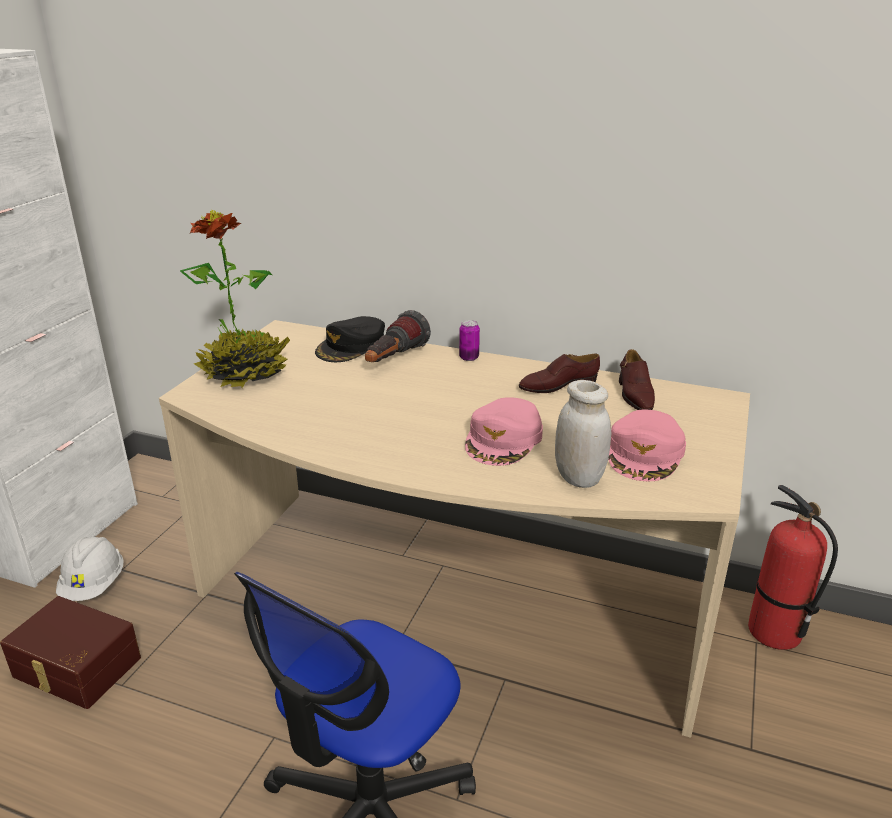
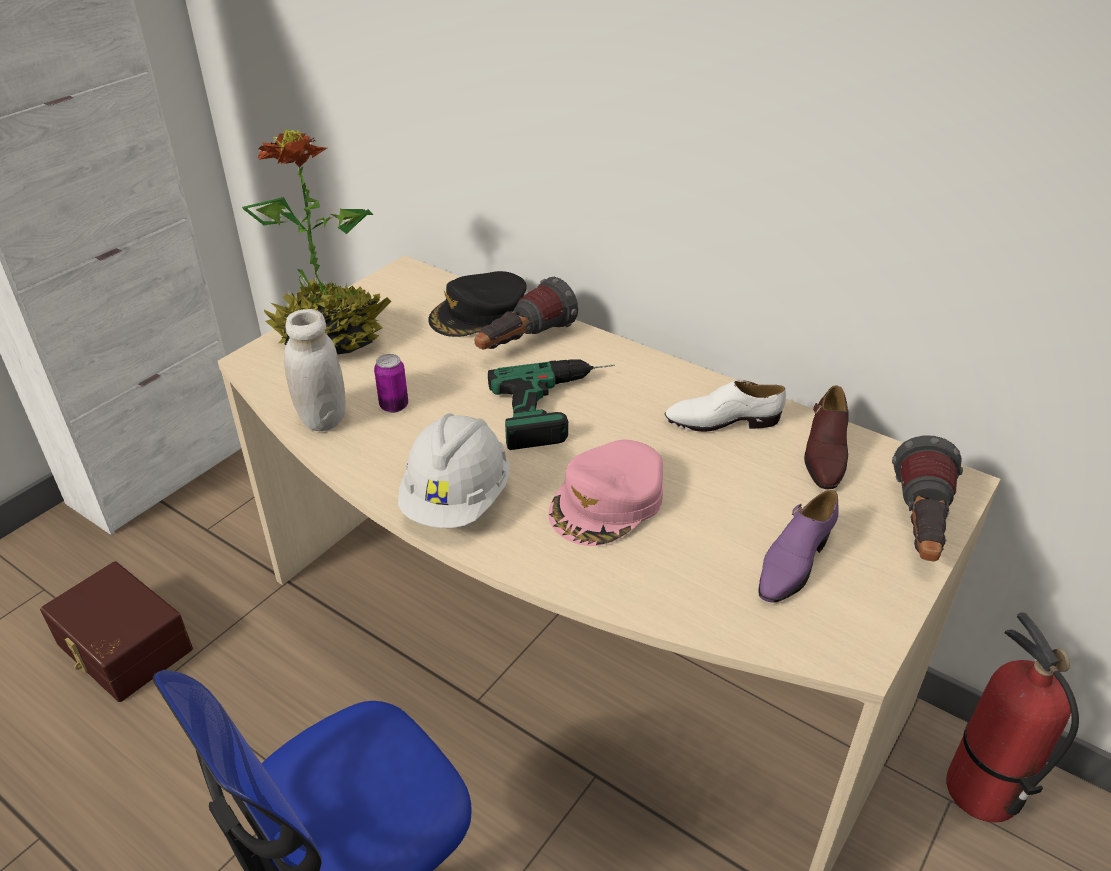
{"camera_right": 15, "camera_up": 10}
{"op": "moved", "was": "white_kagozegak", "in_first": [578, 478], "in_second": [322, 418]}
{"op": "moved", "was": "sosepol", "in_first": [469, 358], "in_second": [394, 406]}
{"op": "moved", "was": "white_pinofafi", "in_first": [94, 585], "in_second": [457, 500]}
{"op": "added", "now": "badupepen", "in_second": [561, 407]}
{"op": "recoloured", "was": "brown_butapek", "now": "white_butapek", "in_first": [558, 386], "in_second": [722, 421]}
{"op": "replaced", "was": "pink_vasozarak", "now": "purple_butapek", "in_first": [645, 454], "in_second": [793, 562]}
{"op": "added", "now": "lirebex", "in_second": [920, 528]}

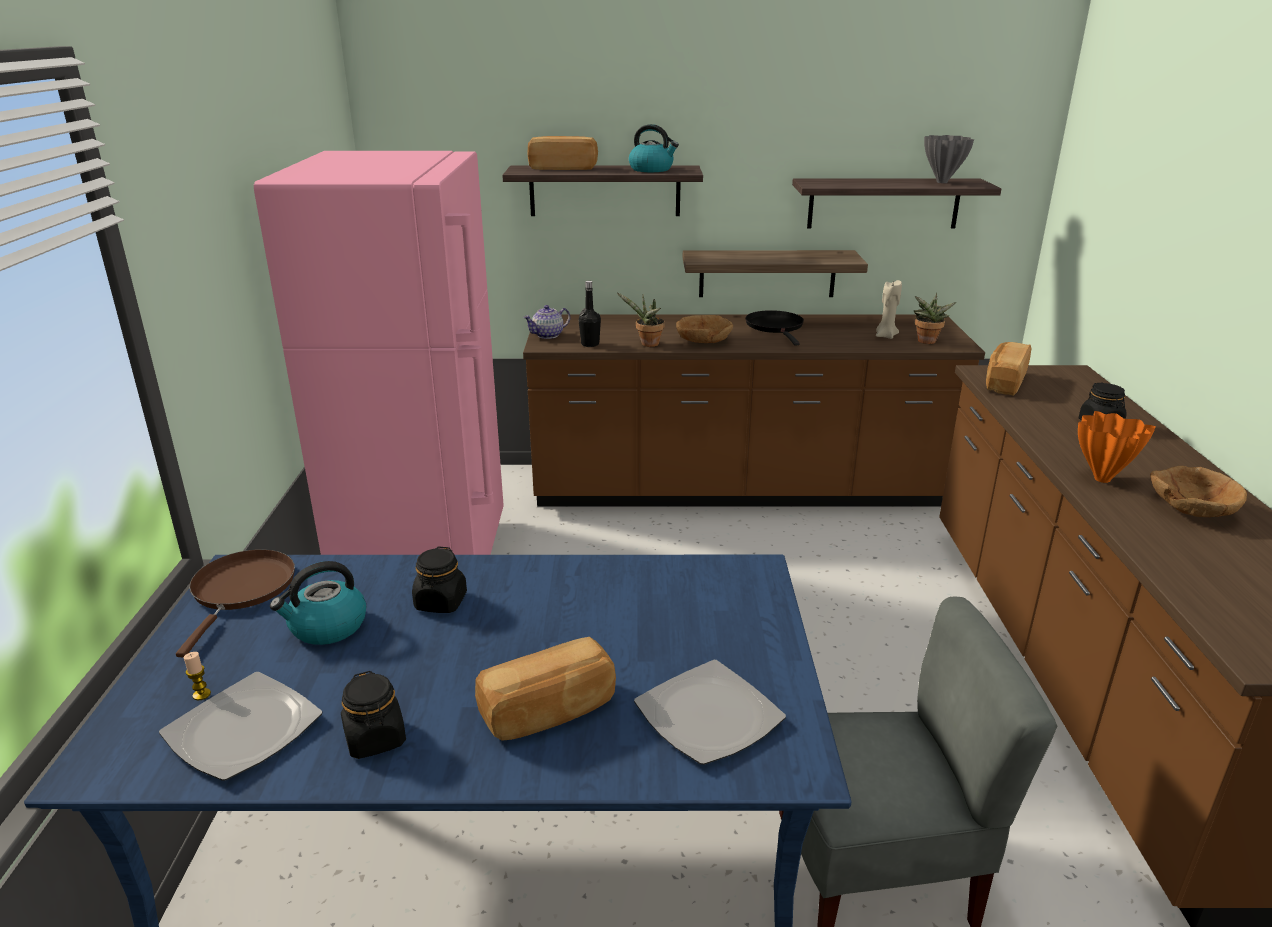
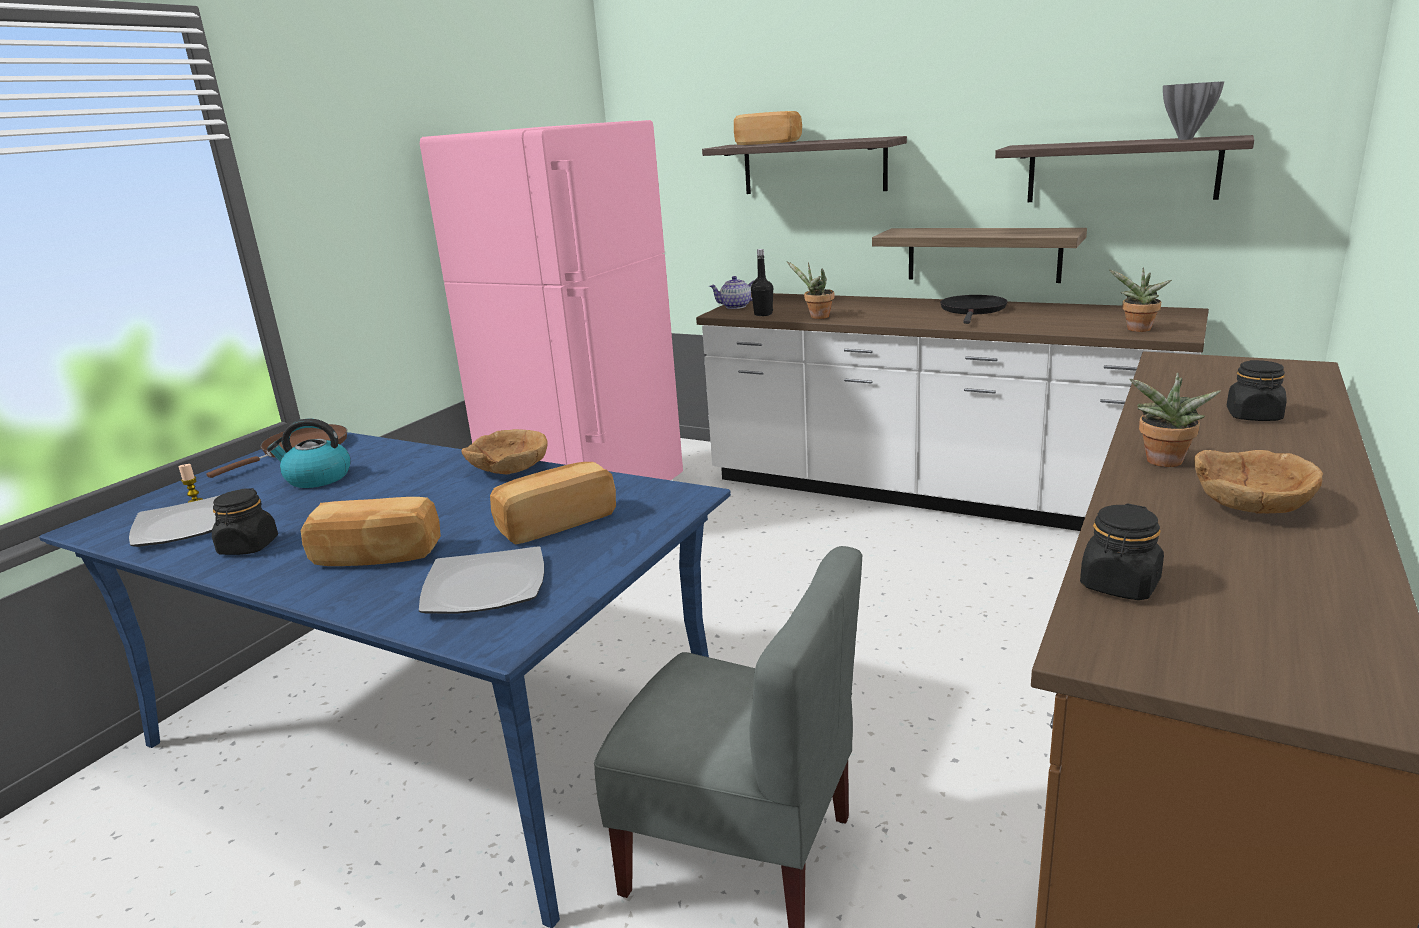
{"camera_right": 30, "camera_up": -5}
{"op": "moved", "was": "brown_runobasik", "in_first": [703, 341], "in_second": [508, 469]}
{"op": "moved", "was": "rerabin", "in_first": [1003, 382], "in_second": [556, 522]}
{"op": "recoloured", "was": "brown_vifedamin", "now": "white_vifedamin", "in_first": [738, 491], "in_second": [931, 494]}
{"op": "moved", "was": "black_kagozegak", "in_first": [441, 602], "in_second": [1119, 585]}
{"op": "replaced", "was": "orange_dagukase", "now": "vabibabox", "in_first": [1100, 479], "in_second": [1163, 463]}
{"op": "removed", "was": "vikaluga", "in_first": [652, 169]}
{"op": "removed", "was": "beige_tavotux", "in_first": [885, 336]}

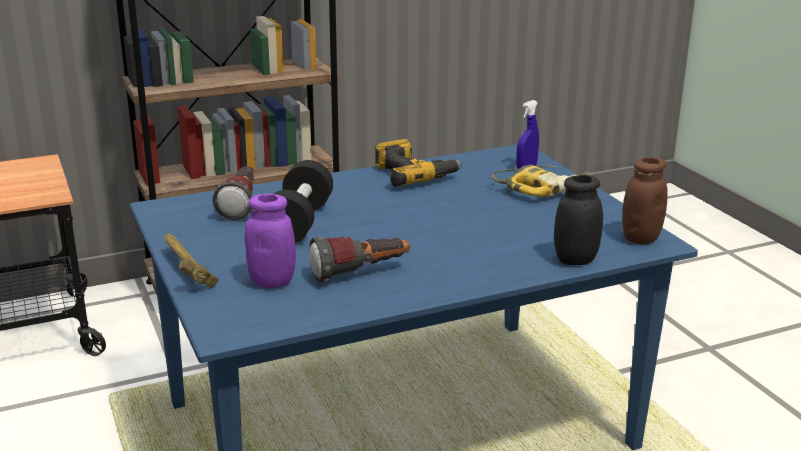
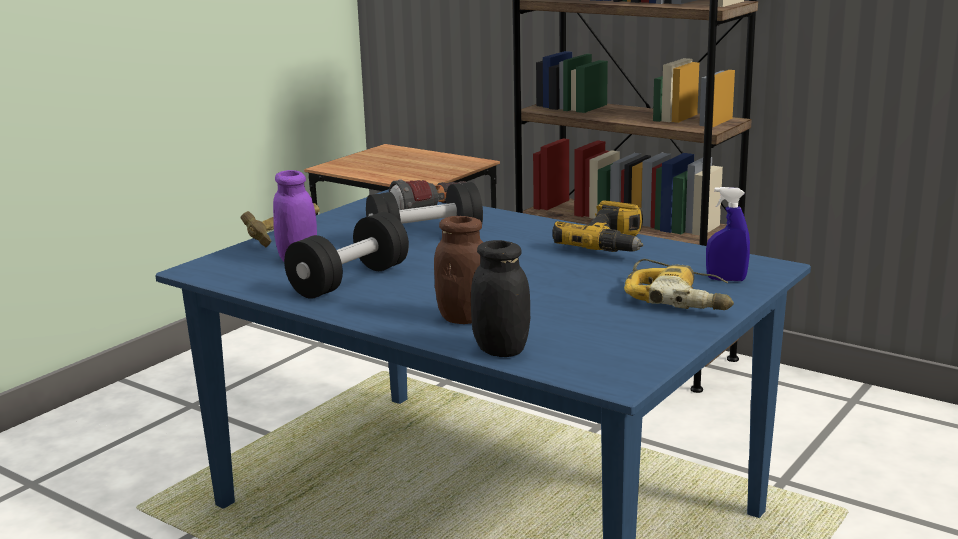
{"camera_right": 60, "camera_up": -5}
{"op": "replaced", "was": "lirebex", "now": "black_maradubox", "in_first": [360, 274], "in_second": [349, 280]}
{"op": "moved", "was": "brown_kagozegak", "in_first": [640, 238], "in_second": [463, 318]}

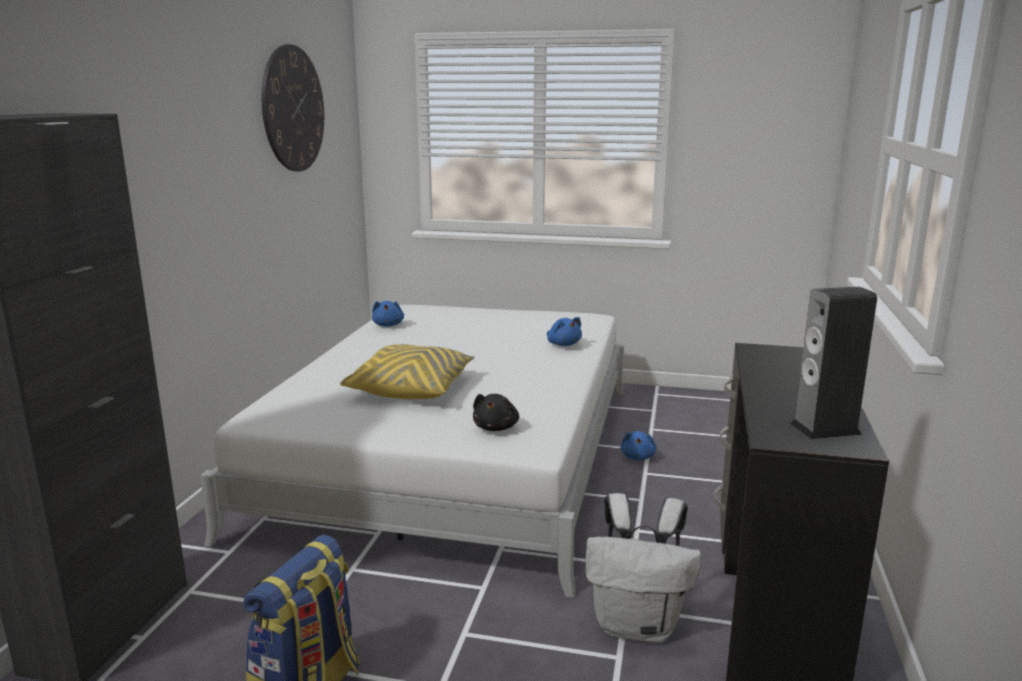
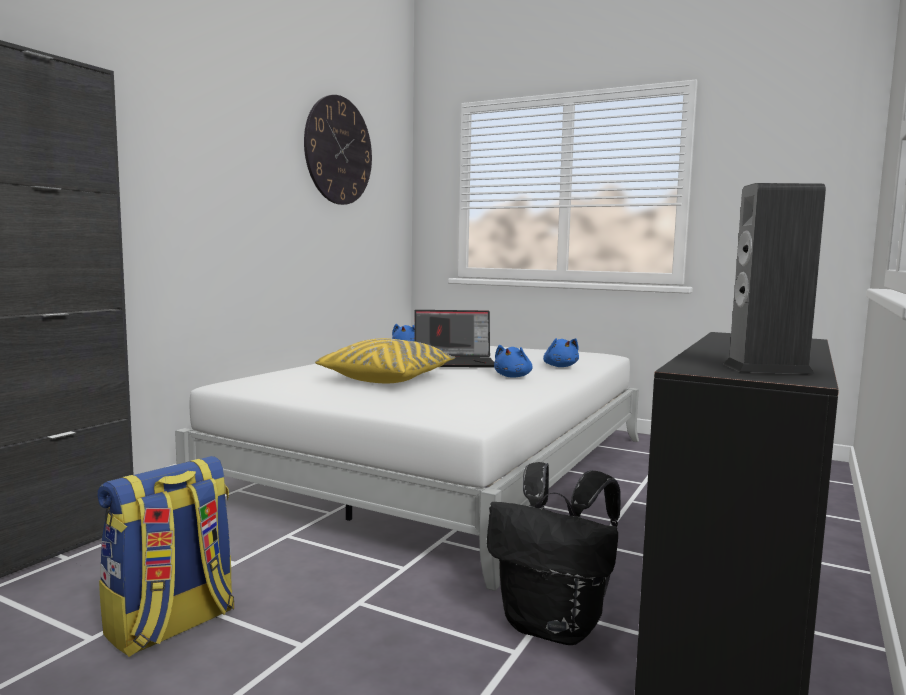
{"camera_right": 15, "camera_up": -10}
{"op": "added", "now": "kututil", "in_second": [455, 362]}
{"op": "recoloured", "was": "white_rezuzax", "now": "black_rezuzax", "in_first": [637, 626], "in_second": [554, 626]}
{"op": "moved", "was": "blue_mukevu", "in_first": [638, 457], "in_second": [513, 377]}
{"op": "removed", "was": "black_mukevu", "in_first": [496, 427]}

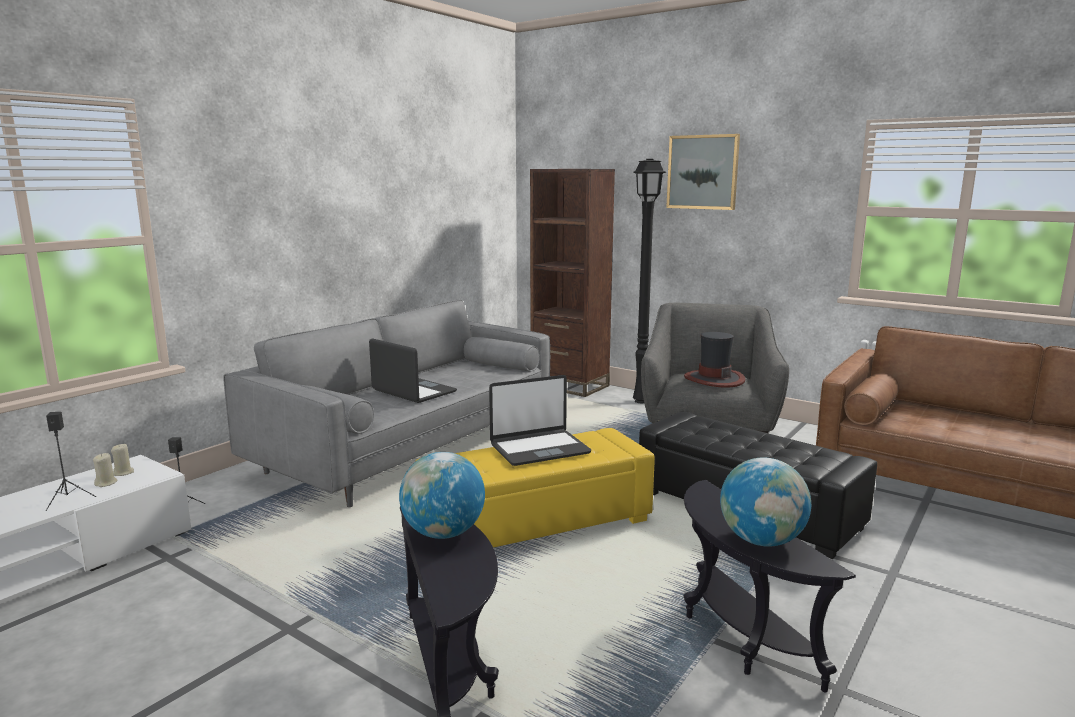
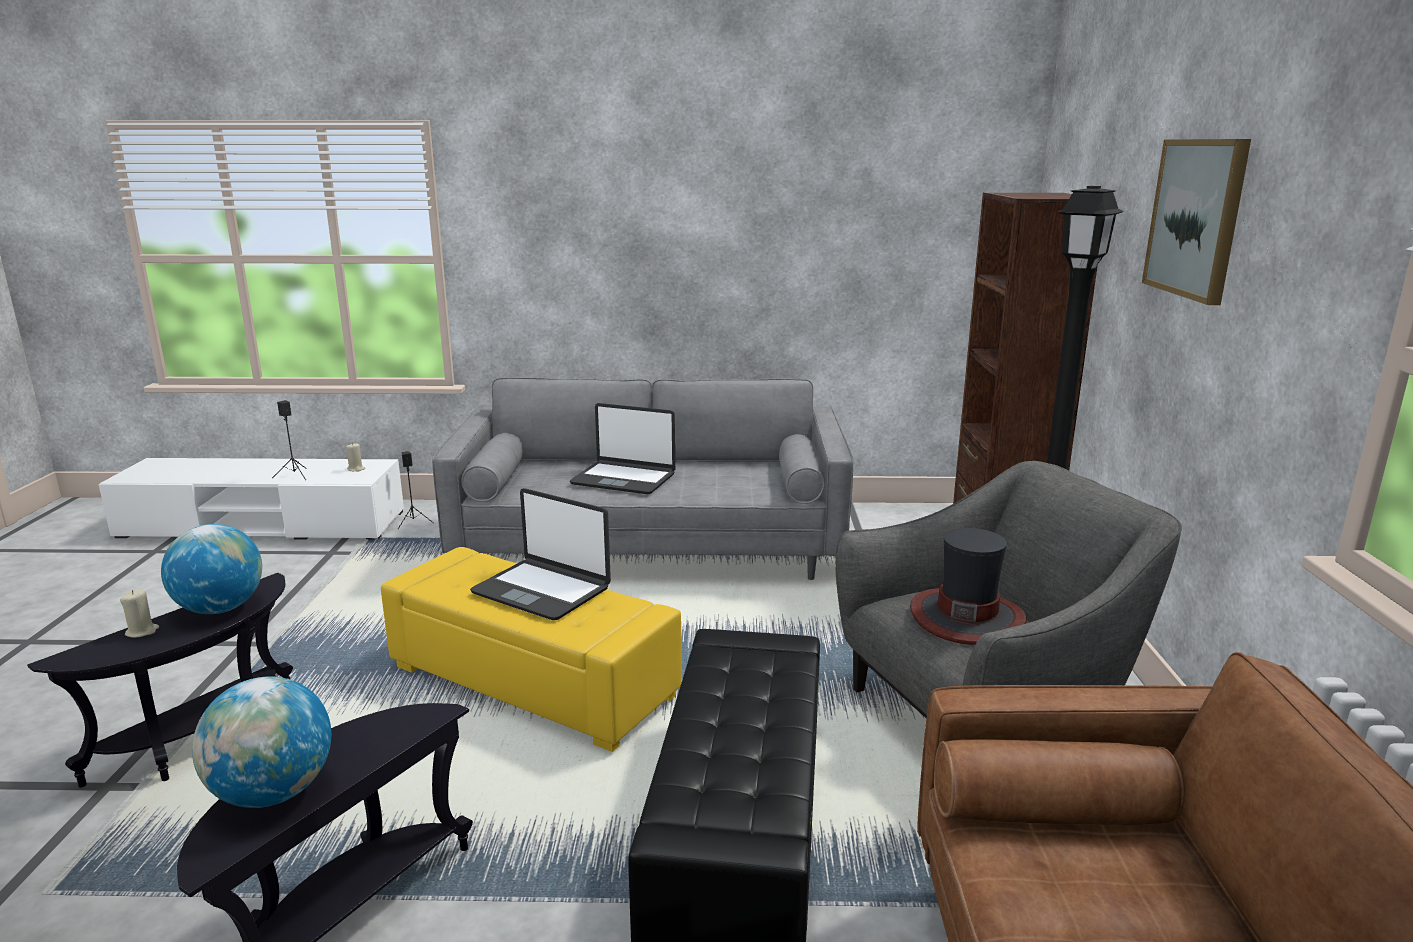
{"camera_right": 55, "camera_up": 5}
{"op": "moved", "was": "beige_tavotux", "in_first": [106, 483], "in_second": [142, 631]}
{"op": "turned", "was": "kututil", "in_first": [413, 392], "in_second": [624, 479], "clockwise": 105}

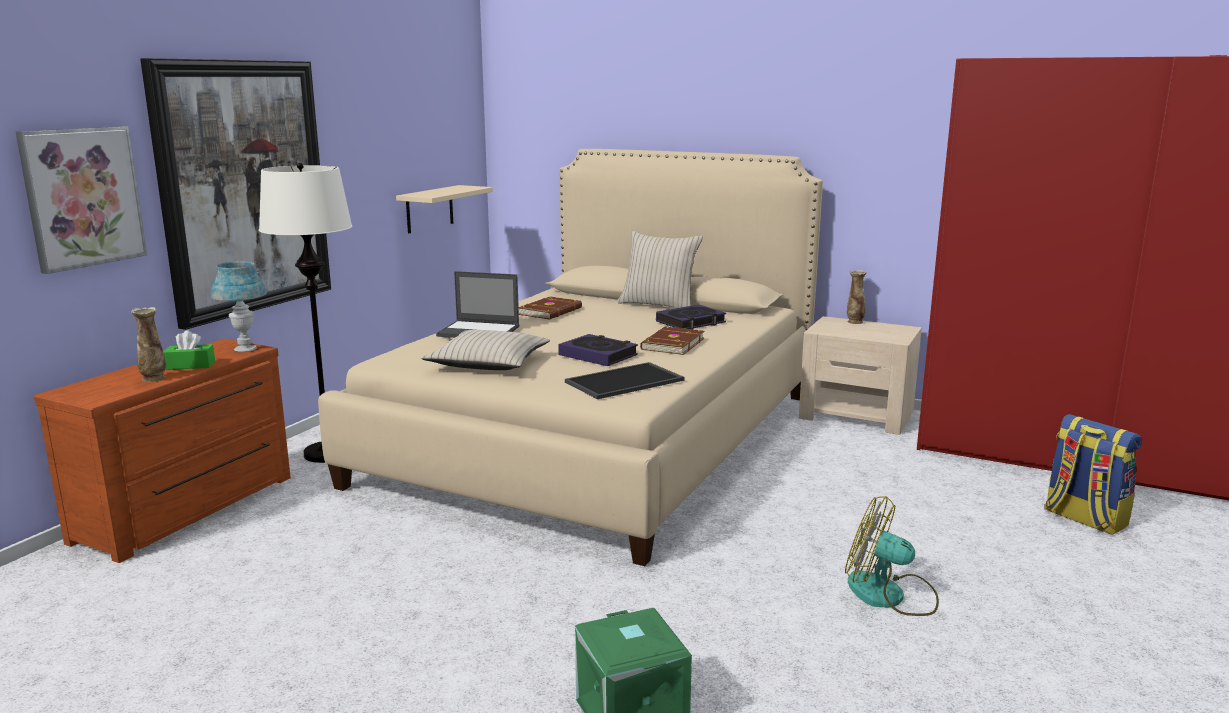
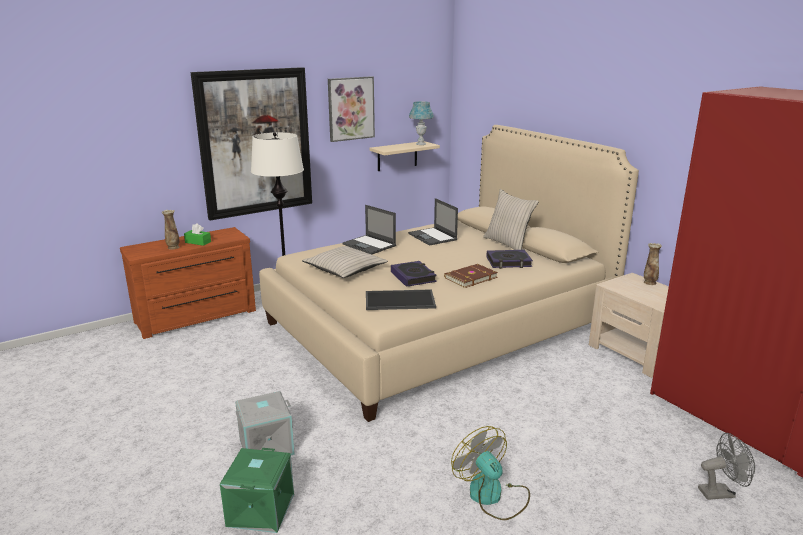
{"camera_right": 30, "camera_up": 5}
{"op": "added", "now": "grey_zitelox", "in_second": [266, 446]}
{"op": "moved", "was": "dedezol", "in_first": [82, 197], "in_second": [351, 108]}
{"op": "replaced", "was": "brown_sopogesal", "now": "kututil", "in_first": [551, 311], "in_second": [433, 237]}
{"op": "moved", "was": "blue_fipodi", "in_first": [245, 349], "in_second": [420, 144]}
{"op": "replaced", "was": "rezuzax", "now": "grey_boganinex", "in_first": [1083, 519], "in_second": [721, 492]}

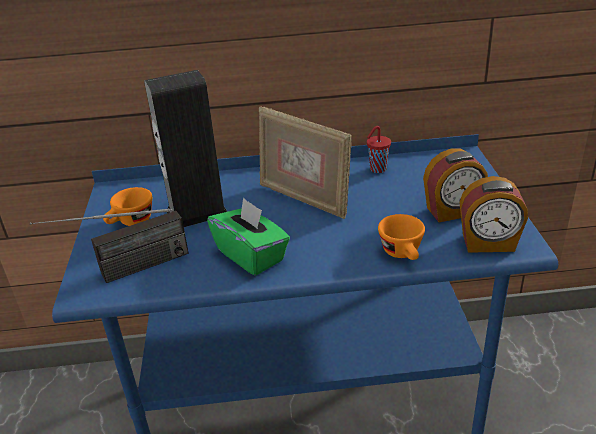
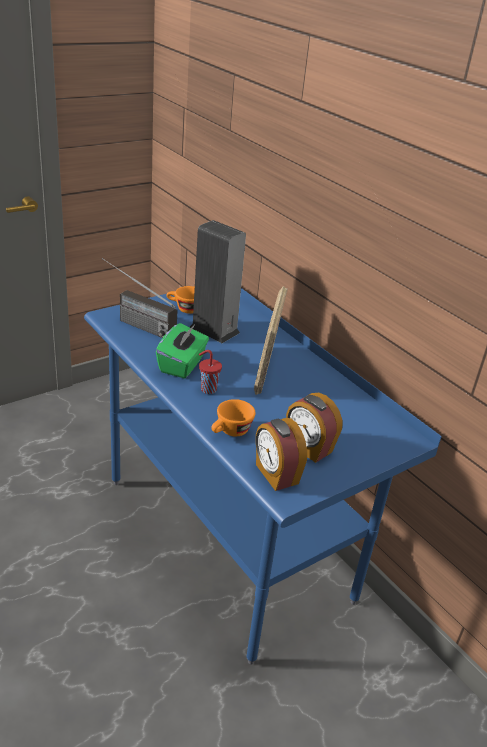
{"camera_right": 55, "camera_up": 0}
{"op": "moved", "was": "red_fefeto", "in_first": [377, 169], "in_second": [207, 389]}

